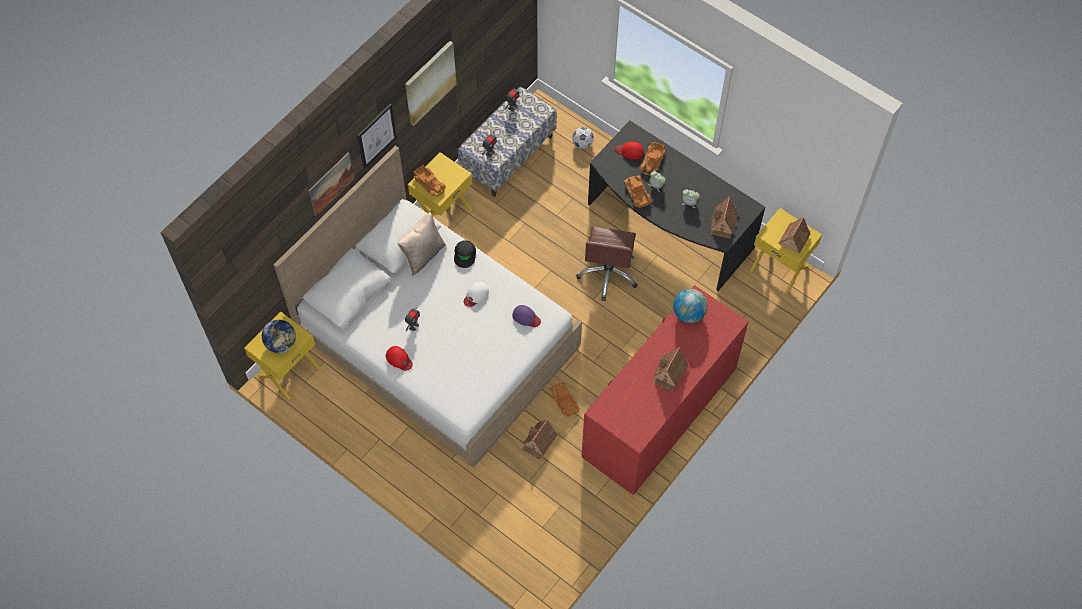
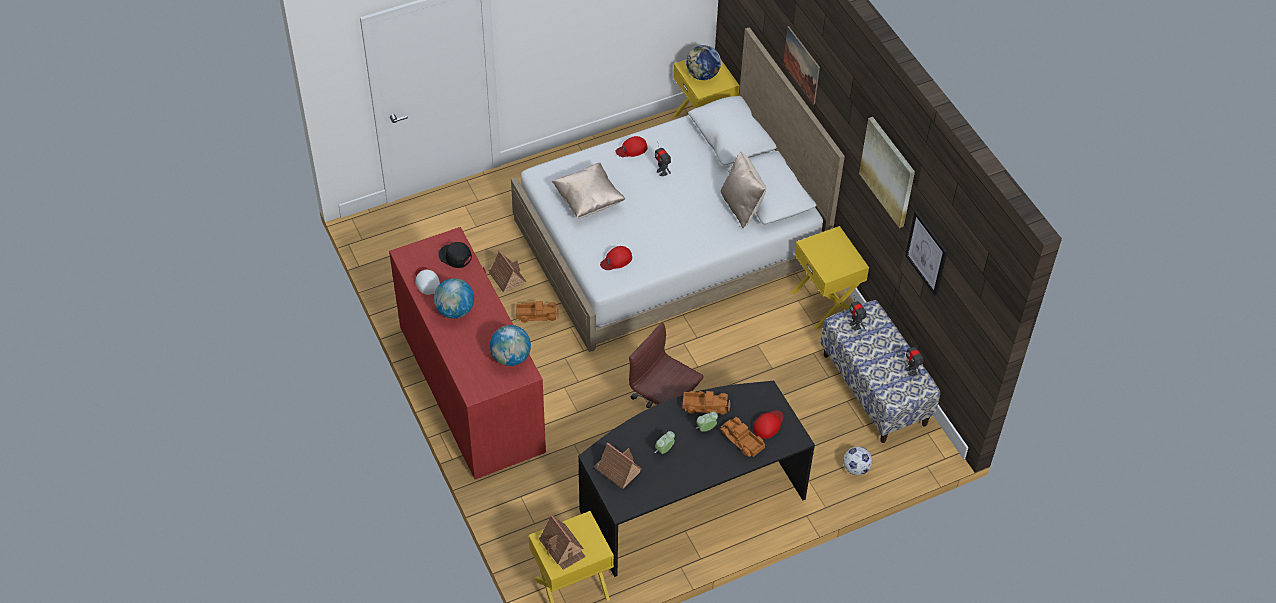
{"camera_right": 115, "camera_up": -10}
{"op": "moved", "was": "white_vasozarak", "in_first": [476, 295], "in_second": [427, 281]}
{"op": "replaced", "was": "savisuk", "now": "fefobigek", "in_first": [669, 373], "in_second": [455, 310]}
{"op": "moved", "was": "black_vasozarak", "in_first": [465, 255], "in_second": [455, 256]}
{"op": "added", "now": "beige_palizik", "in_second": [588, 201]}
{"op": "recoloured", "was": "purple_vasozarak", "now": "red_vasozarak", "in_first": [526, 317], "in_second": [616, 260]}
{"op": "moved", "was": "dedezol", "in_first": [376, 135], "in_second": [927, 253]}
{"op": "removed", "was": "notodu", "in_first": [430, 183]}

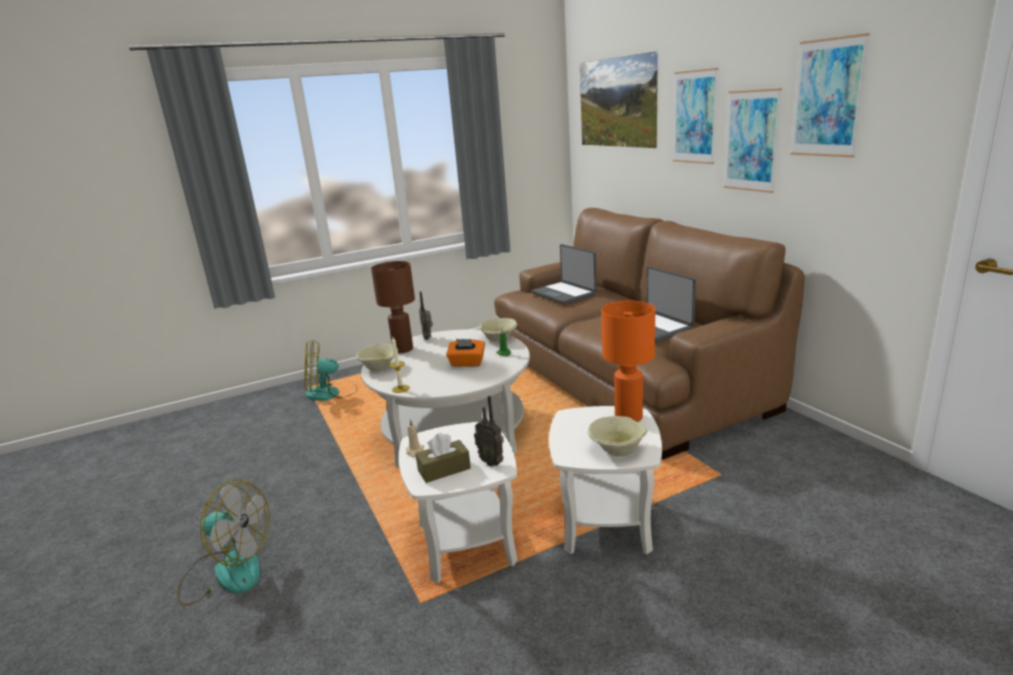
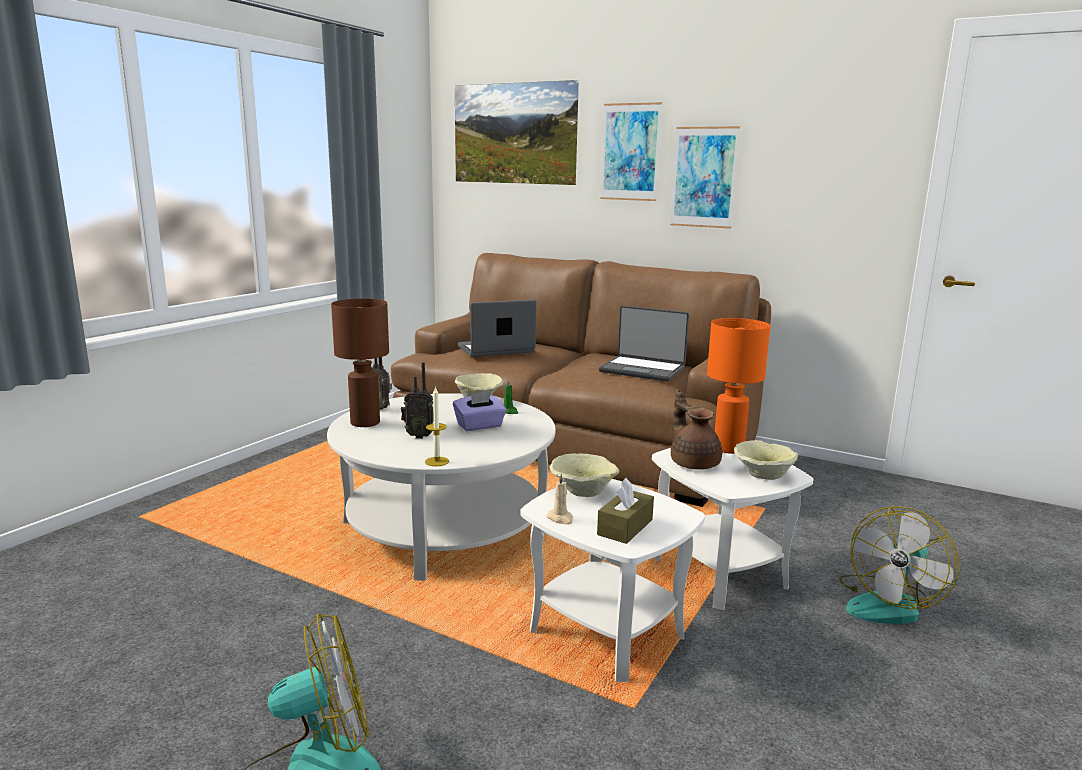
{"camera_right": -35, "camera_up": -5}
{"op": "moved", "was": "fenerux", "in_first": [492, 462], "in_second": [418, 436]}
{"op": "recoloured", "was": "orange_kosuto", "now": "purple_kosuto", "in_first": [467, 363], "in_second": [480, 426]}
{"op": "turned", "was": "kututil", "in_first": [564, 294], "in_second": [496, 350], "clockwise": 135}
{"op": "moved", "was": "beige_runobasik", "in_first": [380, 367], "in_second": [584, 491]}
{"op": "added", "now": "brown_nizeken", "in_second": [693, 463]}
{"op": "moved", "was": "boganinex", "in_first": [331, 393], "in_second": [888, 604]}
{"op": "removed", "was": "dedezol", "in_first": [827, 98]}

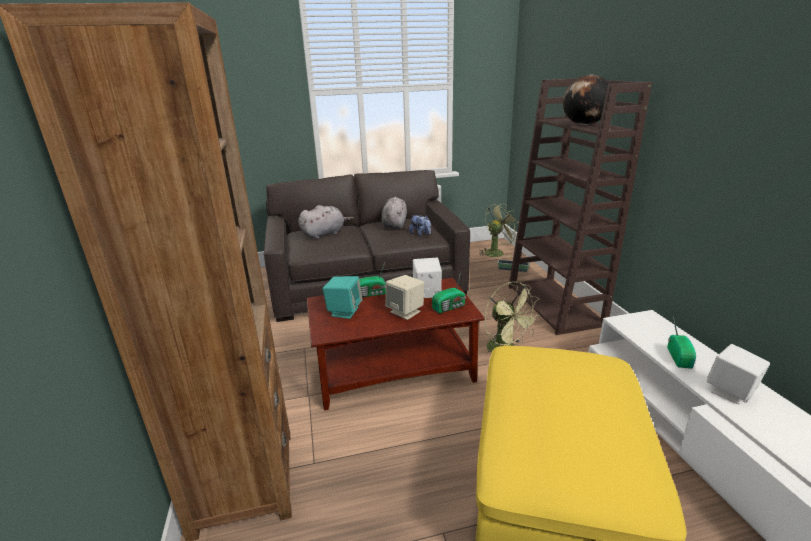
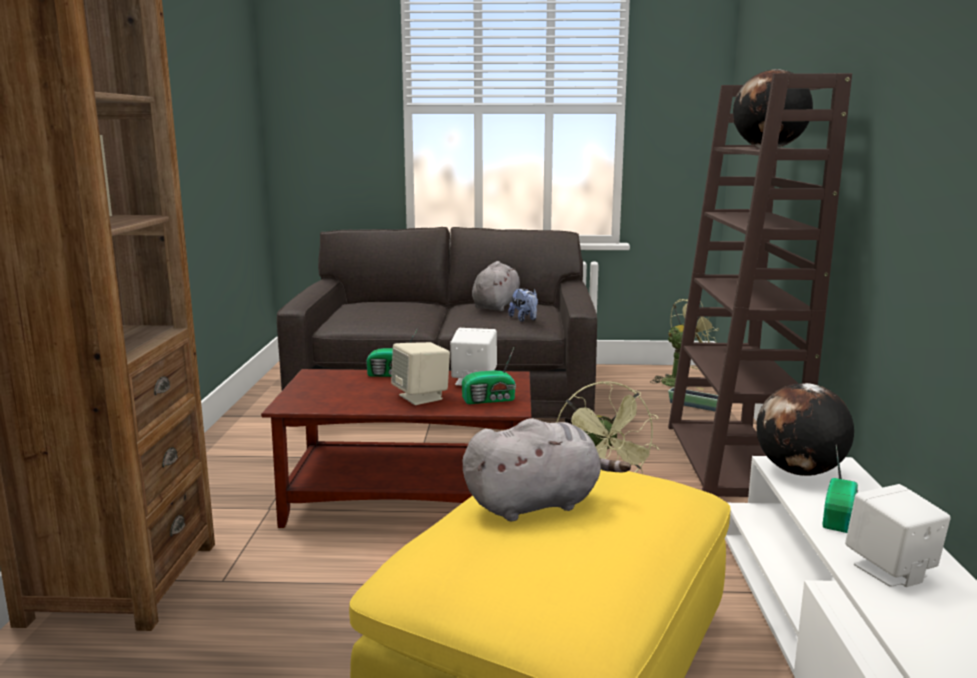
{"camera_right": 15, "camera_up": -10}
{"op": "moved", "was": "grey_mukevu", "in_first": [324, 234], "in_second": [537, 504]}
{"op": "added", "now": "fefobigek", "in_second": [799, 472]}
{"op": "removed", "was": "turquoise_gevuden", "in_first": [344, 311]}

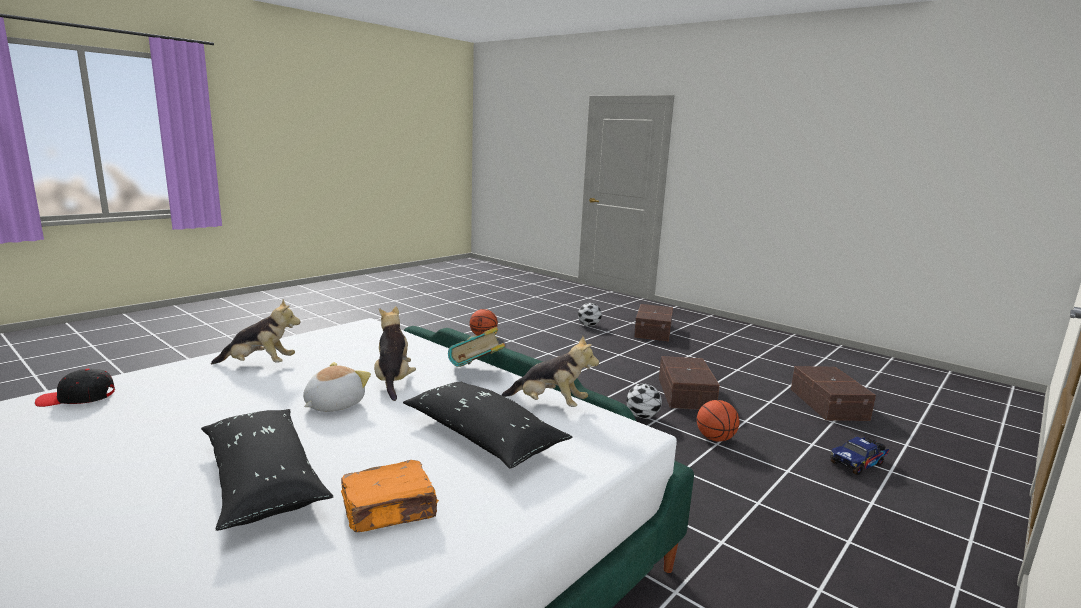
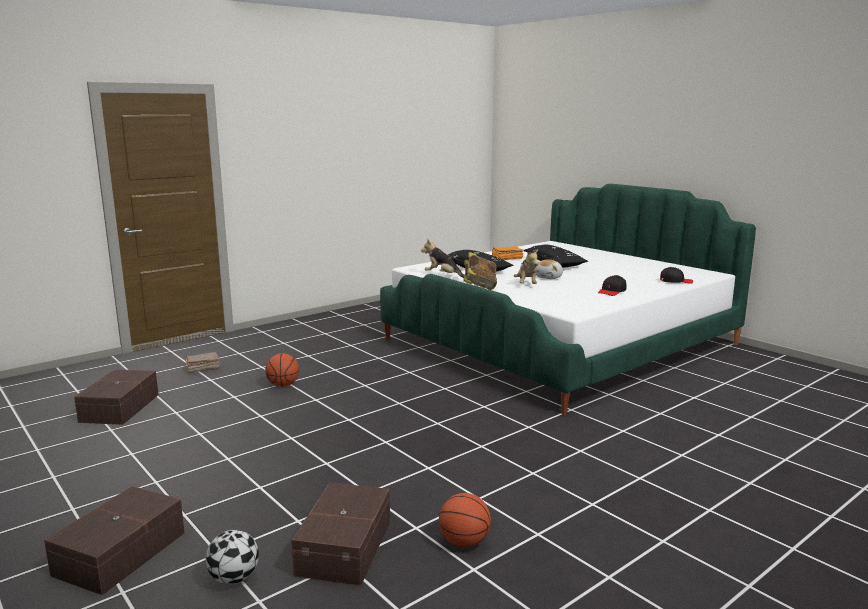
{"camera_right": -170, "camera_up": 0}
{"op": "replaced", "was": "notodu", "now": "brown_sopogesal", "in_first": [858, 463], "in_second": [202, 368]}
{"op": "moved", "was": "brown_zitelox", "in_first": [684, 394], "in_second": [346, 547]}
{"op": "replaced", "was": "mukevu", "now": "black_vasozarak", "in_first": [259, 365], "in_second": [612, 291]}
{"op": "removed", "was": "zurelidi", "in_first": [642, 417]}

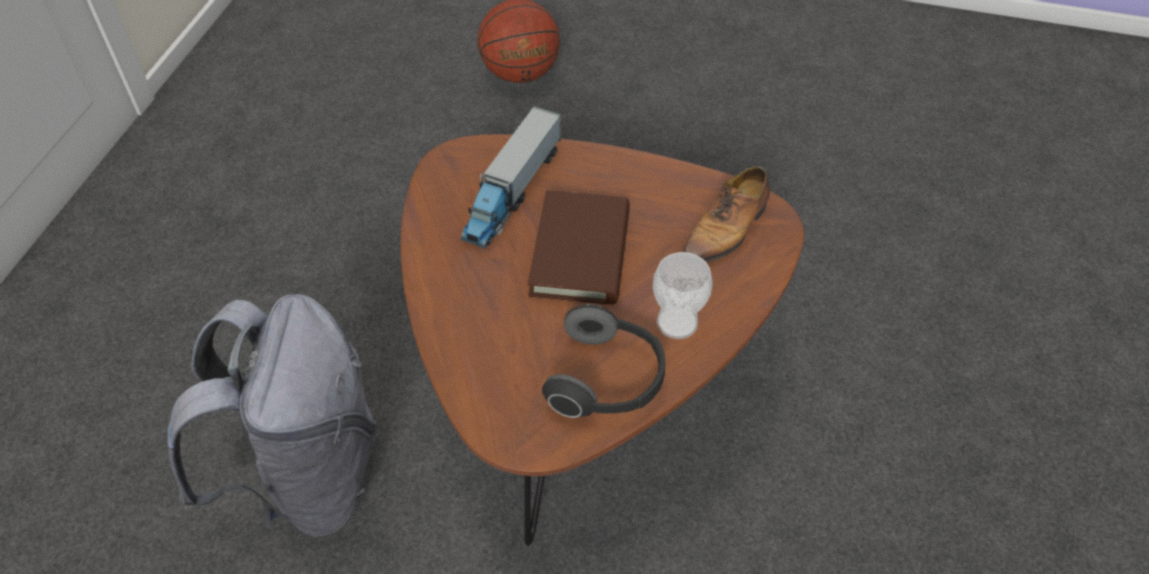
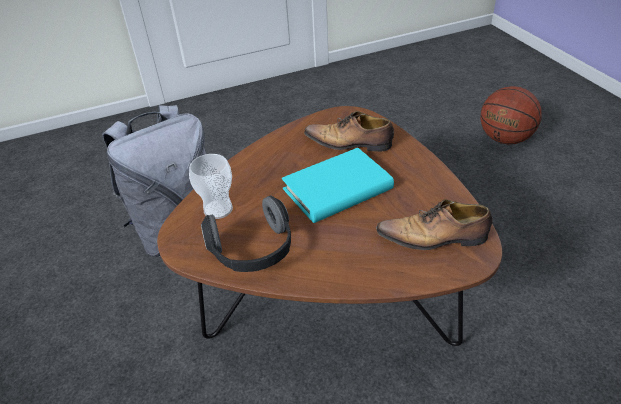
{"camera_right": 55, "camera_up": -10}
{"op": "moved", "was": "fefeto", "in_first": [677, 323], "in_second": [218, 209]}
{"op": "recoloured", "was": "brown_sopogesal", "now": "turquoise_sopogesal", "in_first": [580, 252], "in_second": [337, 189]}
{"op": "replaced", "was": "notodu", "now": "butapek", "in_first": [512, 192], "in_second": [350, 143]}

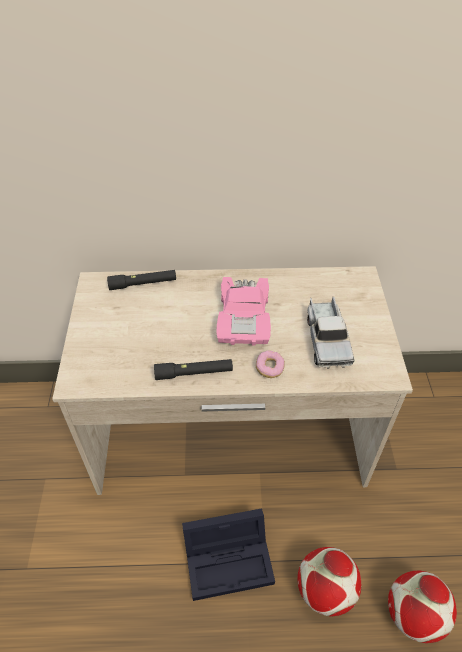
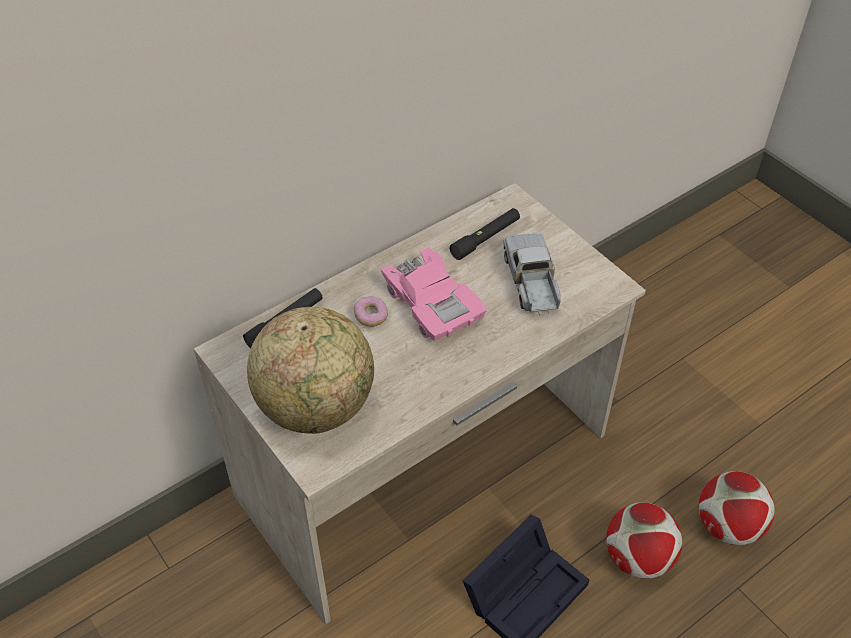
{"camera_right": -35, "camera_up": 0}
{"op": "added", "now": "fefobigek", "in_second": [317, 407]}
{"op": "moved", "was": "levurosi", "in_first": [269, 368], "in_second": [371, 316]}
{"op": "moved", "was": "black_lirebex", "in_first": [194, 373], "in_second": [485, 238]}
{"op": "turned", "was": "notodu", "in_first": [326, 339], "in_second": [532, 282], "clockwise": -150}

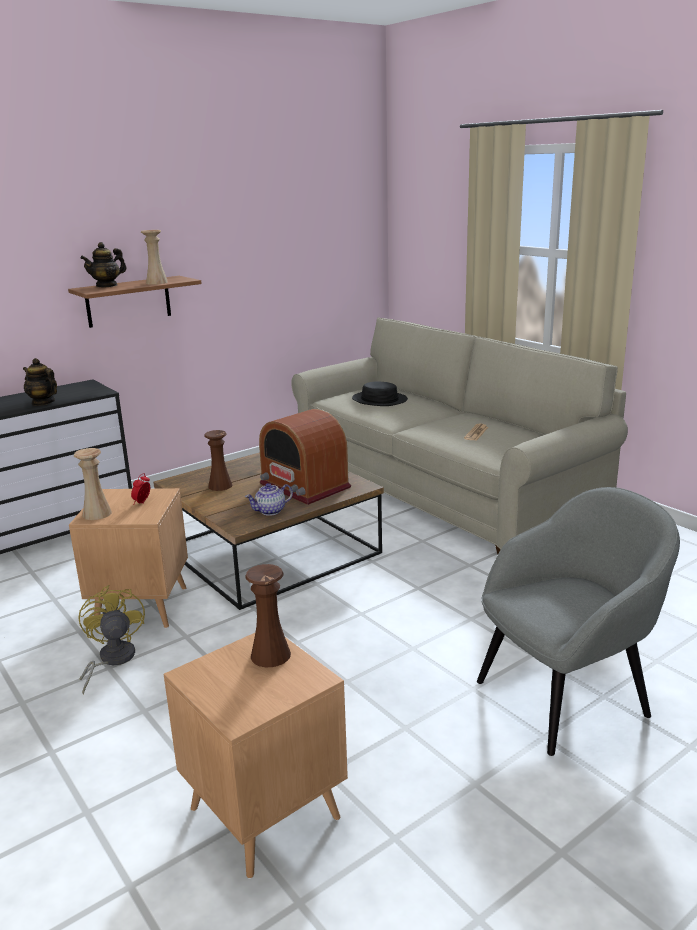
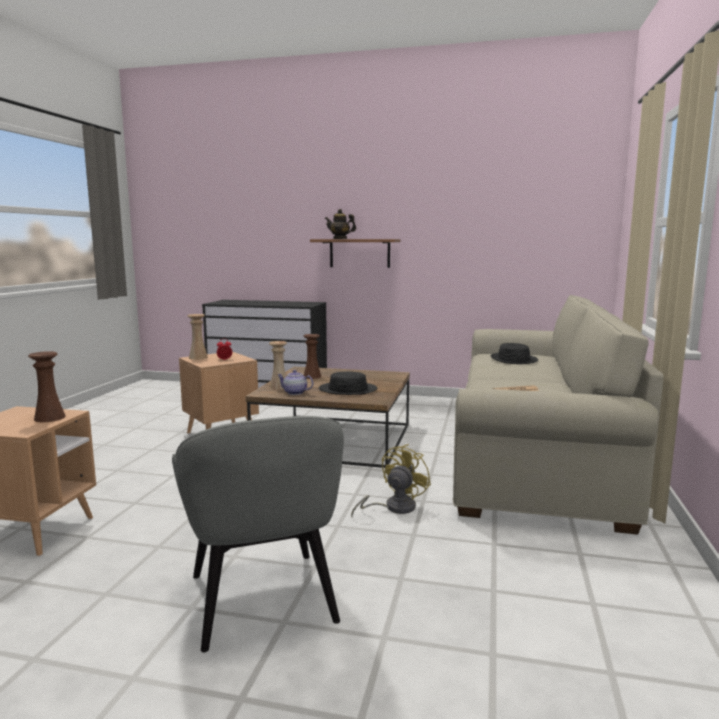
{"camera_right": 50, "camera_up": -10}
{"op": "turned", "was": "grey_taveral", "in_first": [565, 697], "in_second": [262, 600], "clockwise": 45}
{"op": "moved", "was": "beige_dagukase", "in_first": [157, 282], "in_second": [279, 387]}
{"op": "replaced", "was": "fenerux", "now": "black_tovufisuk", "in_first": [304, 486], "in_second": [348, 390]}
{"op": "moved", "was": "yellow_boganinex", "in_first": [111, 660], "in_second": [393, 508]}
{"op": "removed", "was": "nizeken", "in_first": [43, 402]}

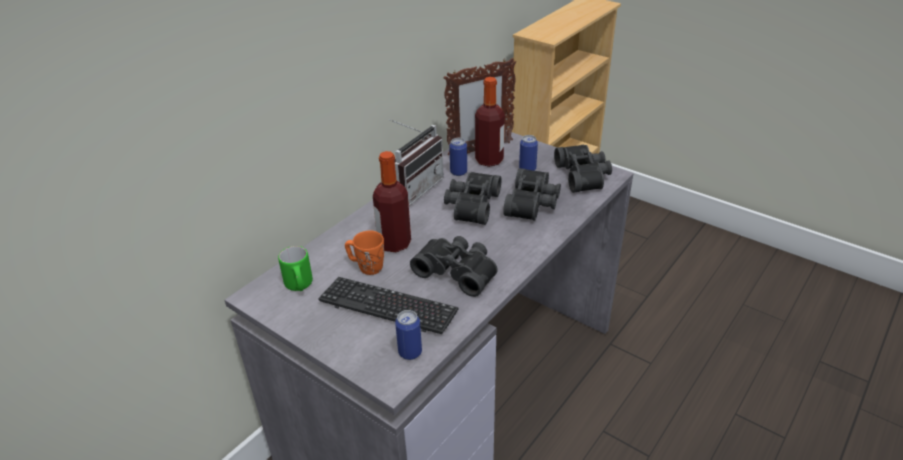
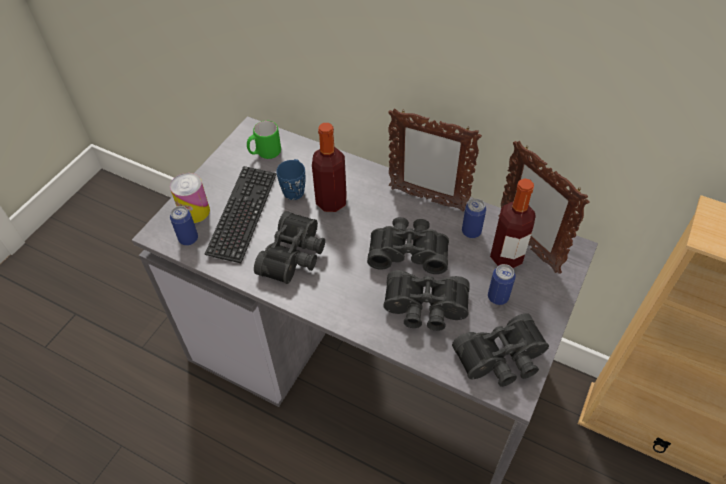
{"camera_right": 80, "camera_up": 15}
{"op": "added", "now": "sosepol", "in_second": [194, 211]}
{"op": "recoloured", "was": "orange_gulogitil", "now": "blue_gulogitil", "in_first": [366, 267], "in_second": [294, 189]}
{"op": "replaced", "was": "fenerux", "now": "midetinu", "in_first": [413, 189], "in_second": [427, 199]}

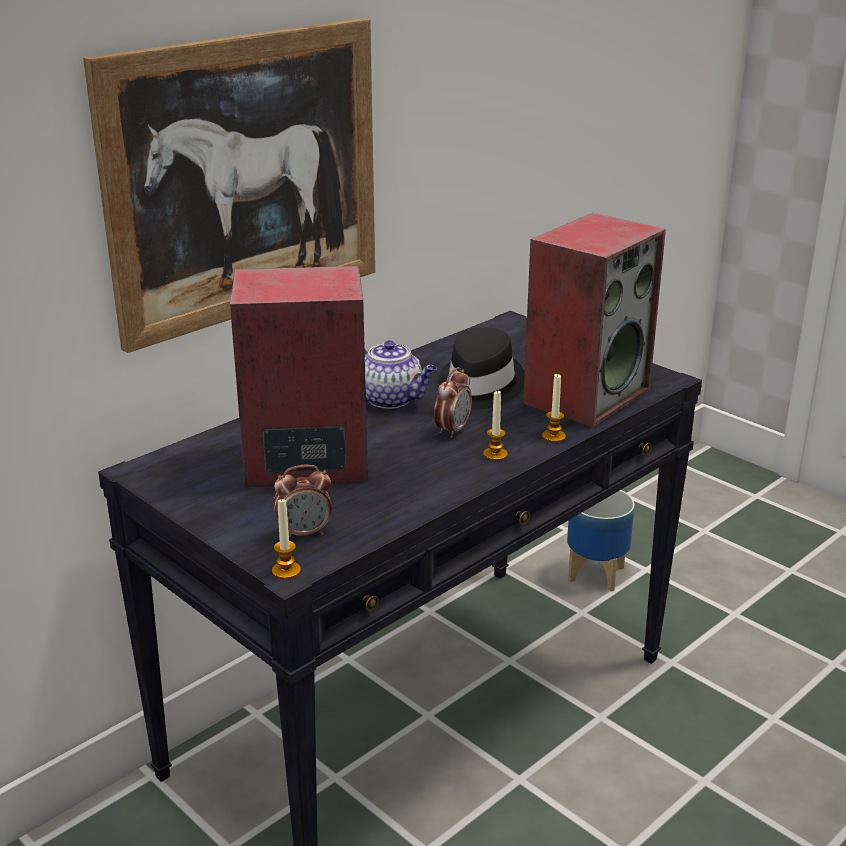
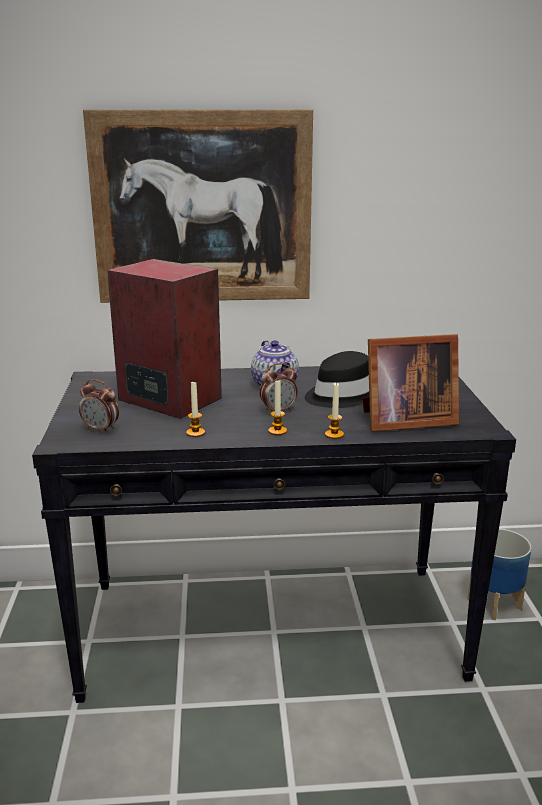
{"camera_right": 40, "camera_up": -5}
{"op": "moved", "was": "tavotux", "in_first": [286, 571], "in_second": [195, 433]}
{"op": "replaced", "was": "gevuden", "now": "midetinu", "in_first": [586, 395], "in_second": [404, 421]}

